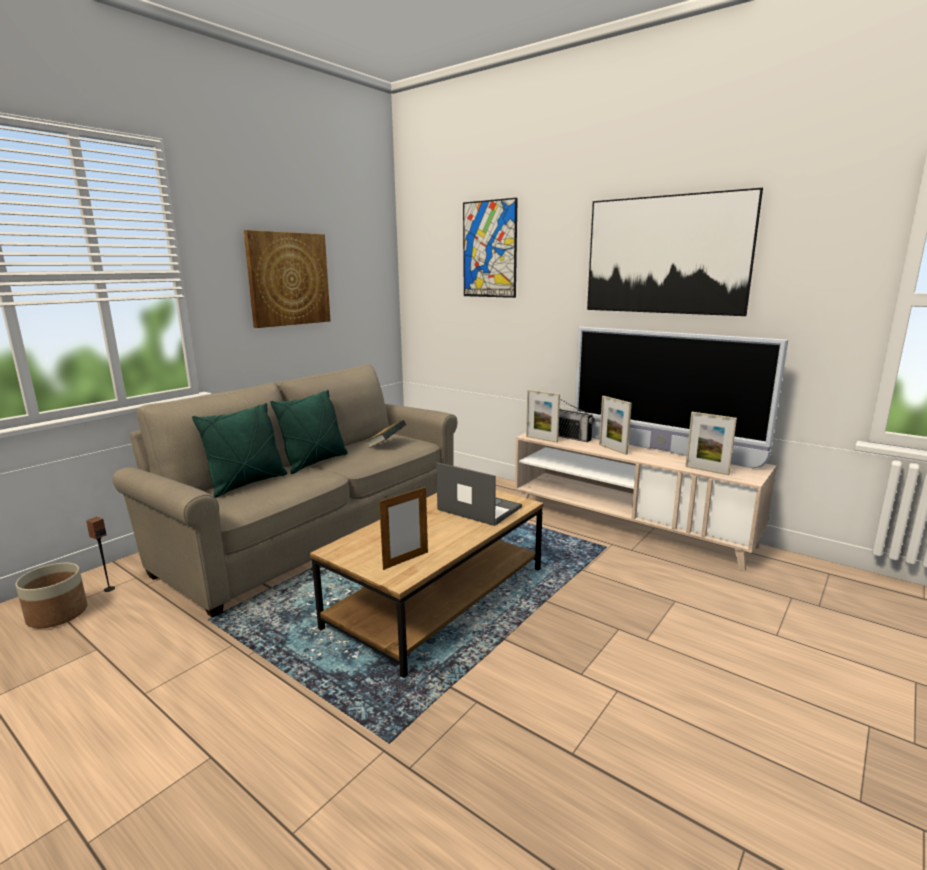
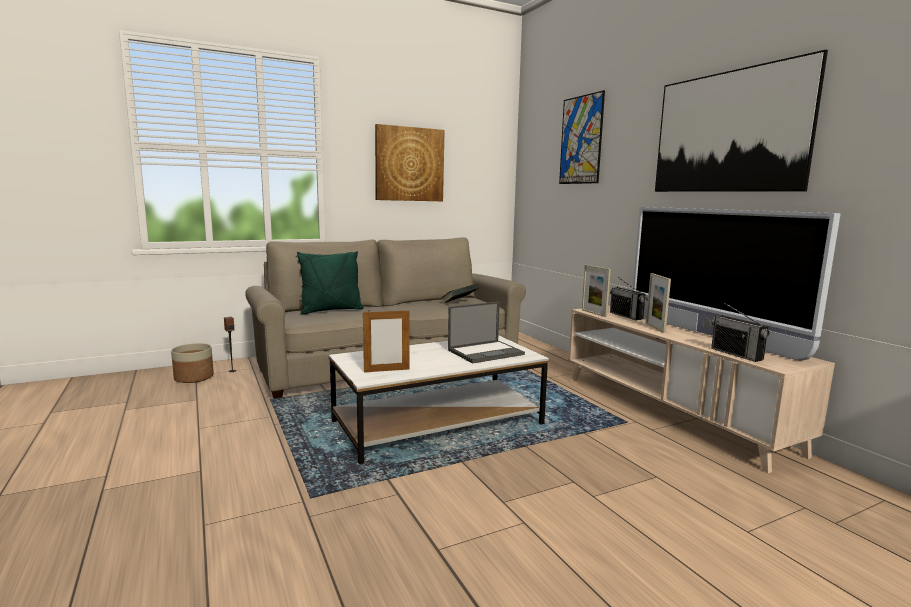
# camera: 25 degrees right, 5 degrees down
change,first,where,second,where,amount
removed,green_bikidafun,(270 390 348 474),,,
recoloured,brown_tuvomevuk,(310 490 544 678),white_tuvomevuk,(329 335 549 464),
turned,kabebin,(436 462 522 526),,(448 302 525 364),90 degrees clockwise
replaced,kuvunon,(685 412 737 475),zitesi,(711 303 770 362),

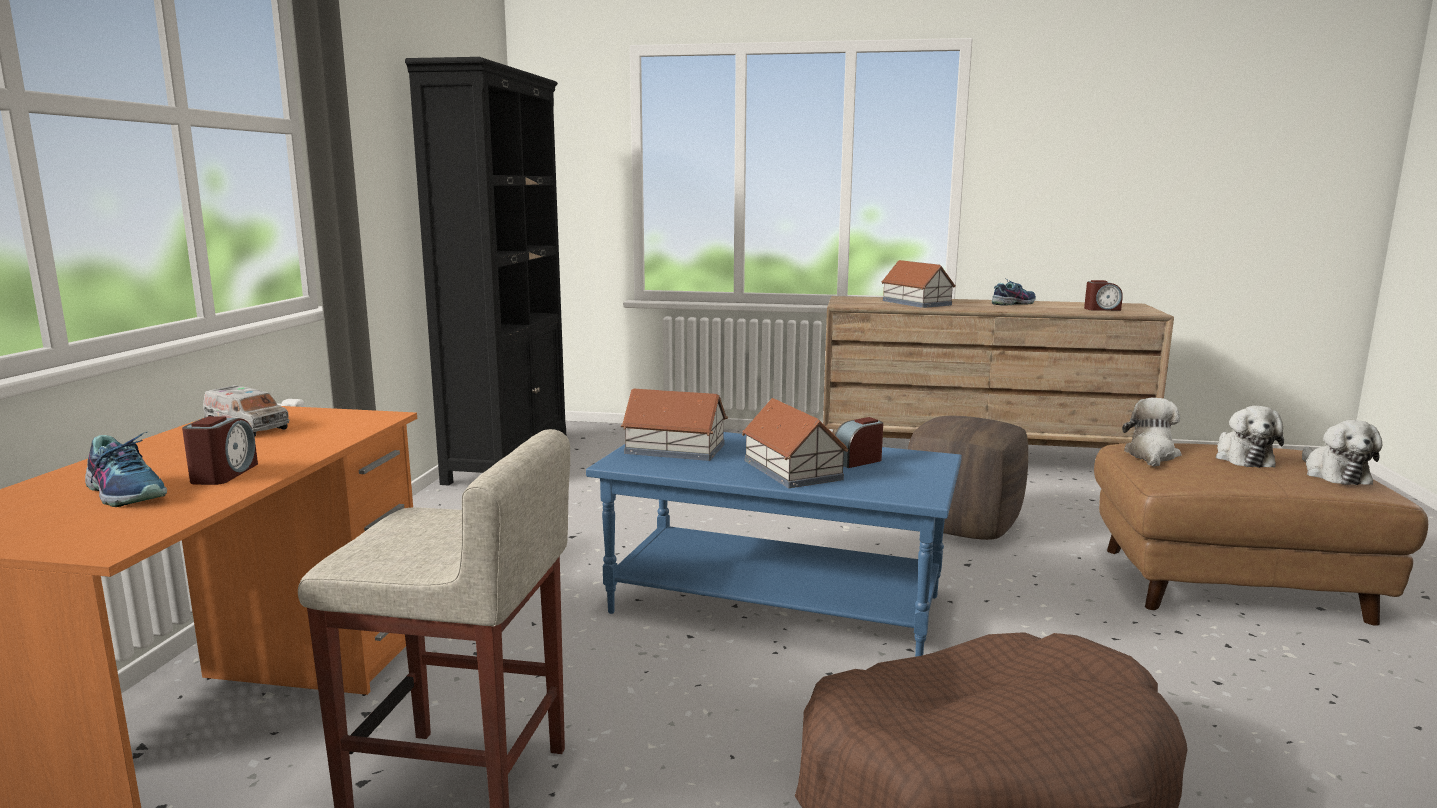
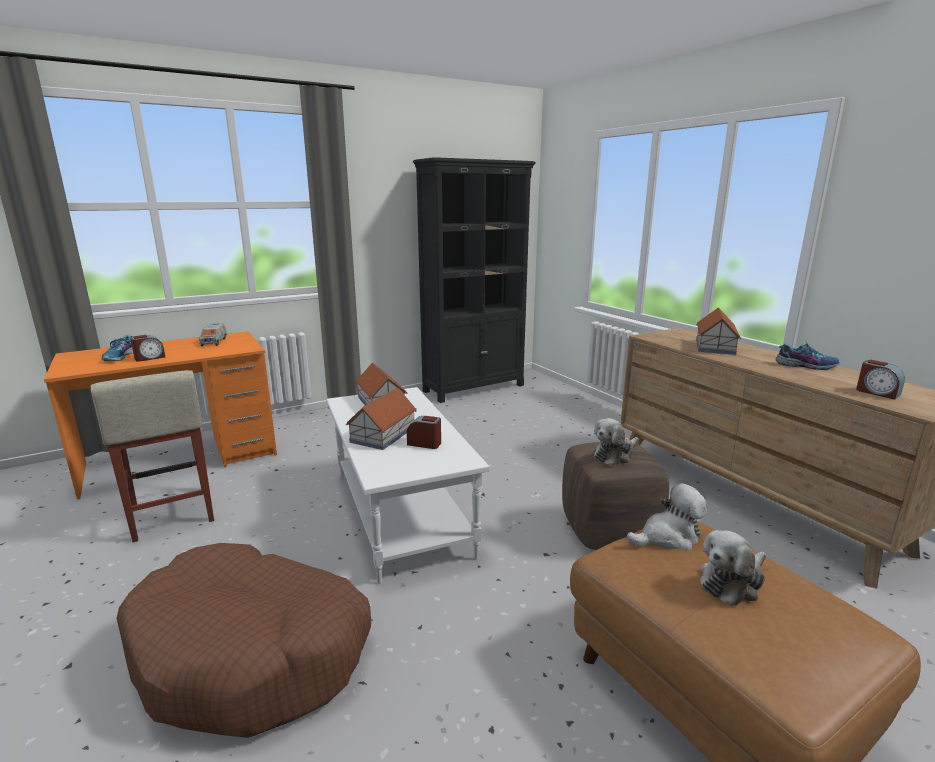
# camera: 50 degrees right, 5 degrees up
change,first,where,second,where,amount
recoloured,blue_tuvomevuk,(586 432 962 657),white_tuvomevuk,(326 387 490 584),
moved,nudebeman,(1302 420 1382 485),,(594 418 639 466),

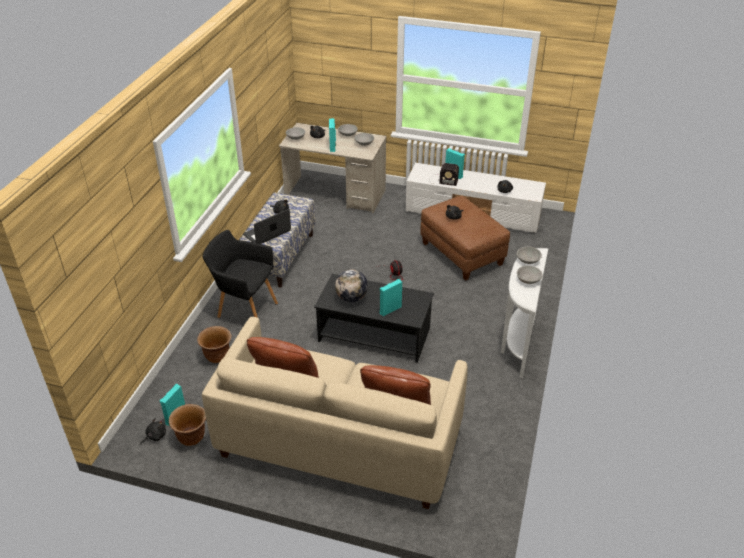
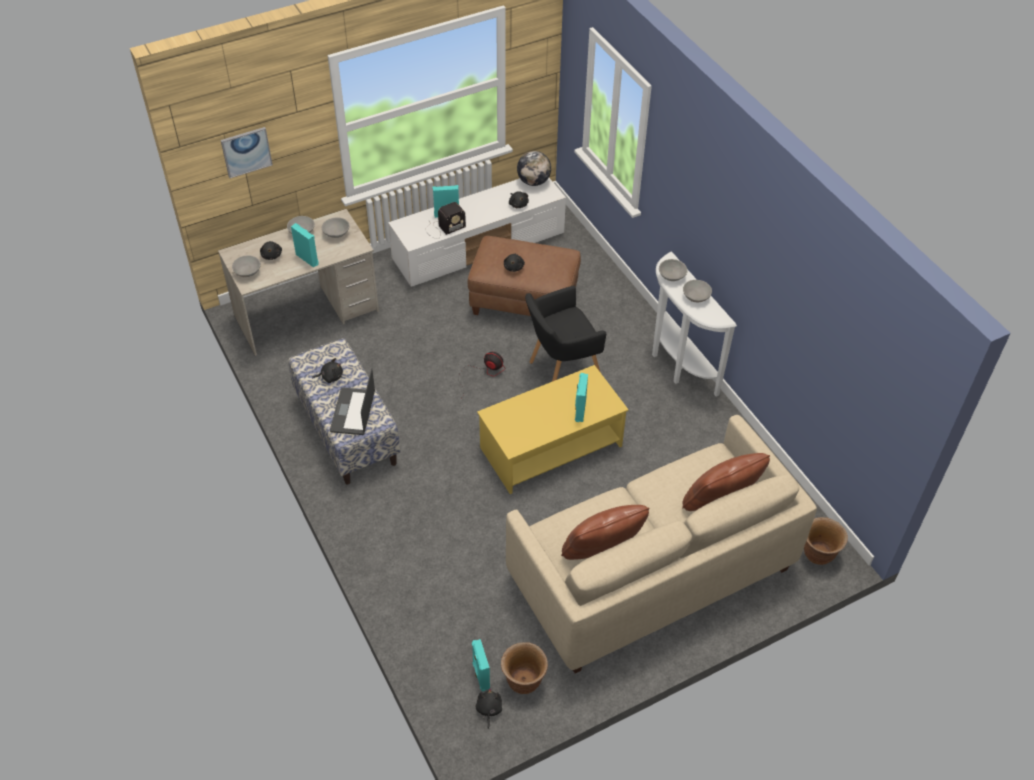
# camera: 45 degrees left, 10 degrees up
change,first,where,second,where,amount
moved,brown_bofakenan,(197 326 231 363),,(804 517 848 565),
moved,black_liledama,(203 230 278 318),,(525 286 606 382),
recoloured,black_tuvomevuk,(314 274 434 363),yellow_tuvomevuk,(477 365 629 494),
moved,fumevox,(335 269 368 302),,(517 151 551 186),
added,,,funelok,(221 127 273 178),

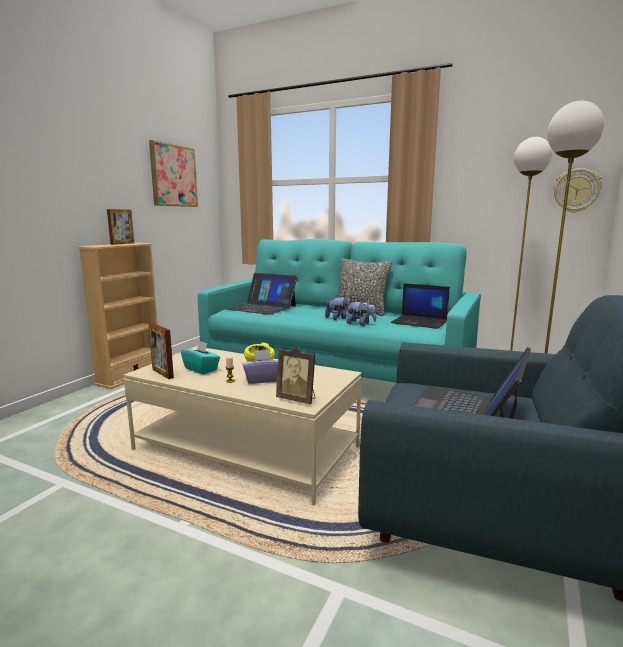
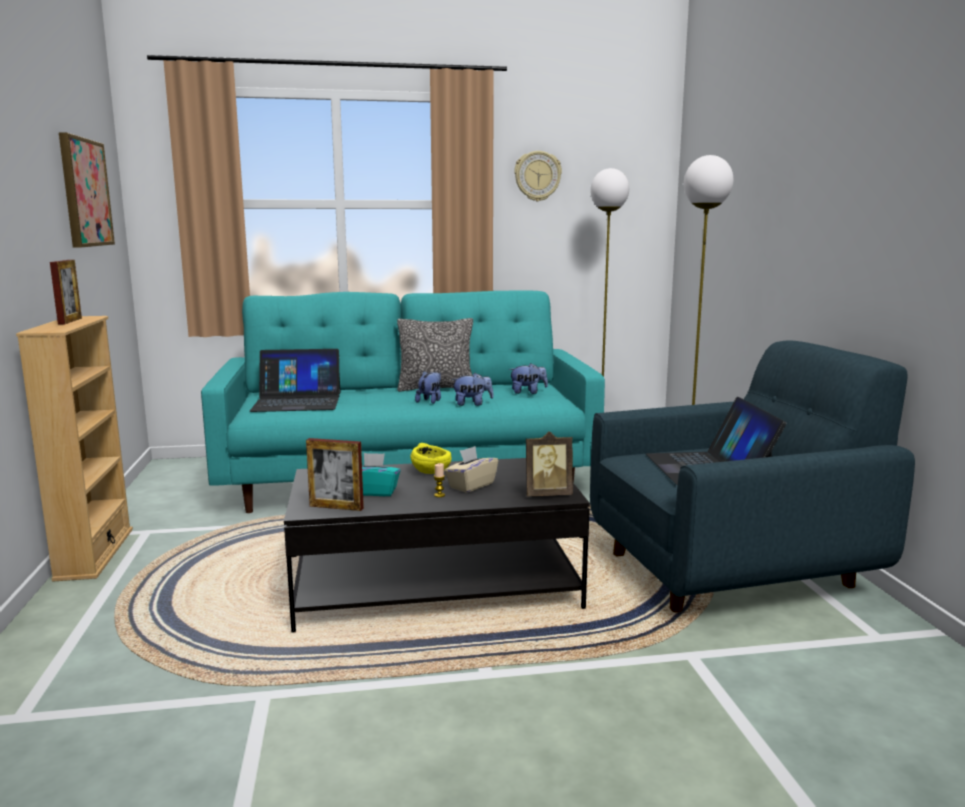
# camera: 35 degrees left, 0 degrees up
change,first,where,second,where,amount
recoloured,beige_tuvomevuk,(123 347 362 506),black_tuvomevuk,(284 458 590 633),
recoloured,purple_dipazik,(242 350 278 384),beige_dipazik,(444 446 498 493),
replaced,kabebin,(391 283 450 329),nudebeman,(509 363 548 394),
moved,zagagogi,(553 168 602 213),,(514 151 562 201),

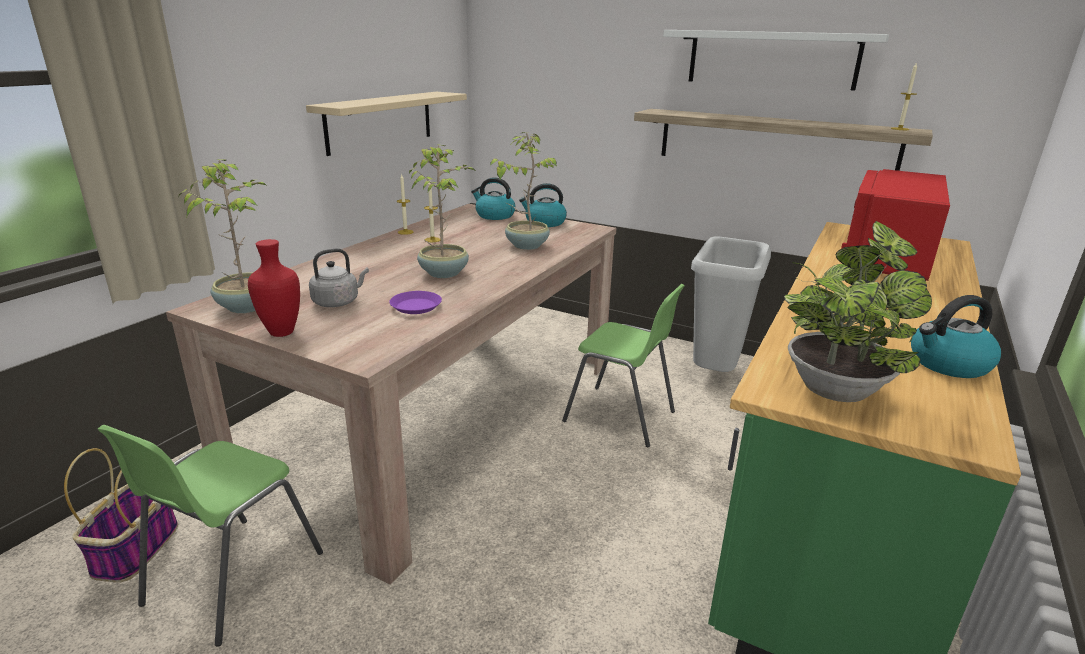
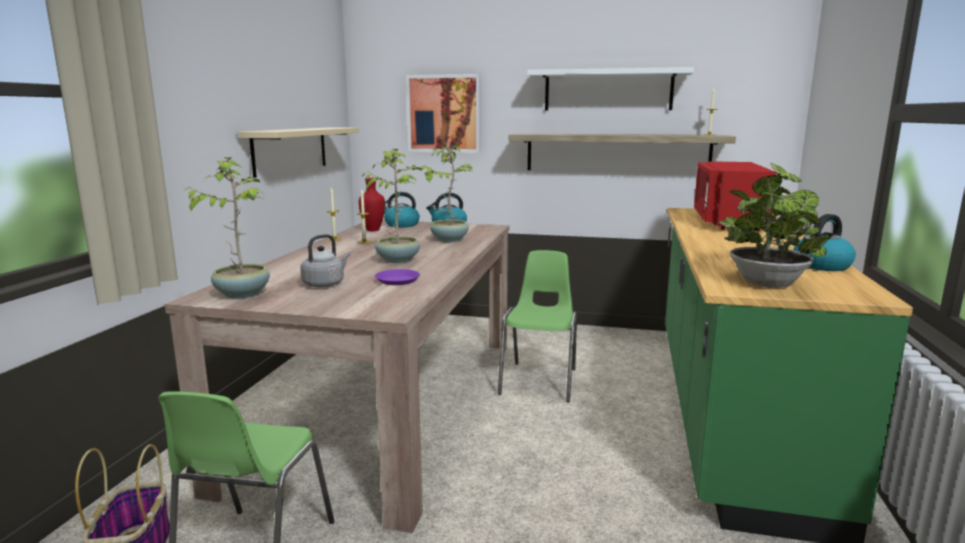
# camera: 15 degrees left, 10 degrees down
change,first,where,second,where,amount
moved,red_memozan,(248 239 300 337),,(359 177 385 231),
turned,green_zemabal,(562 284 685 447),,(498 250 577 403),90 degrees counterclockwise
removed,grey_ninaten,(691 237 771 372),,,
added,,,funelok,(406 74 481 153),

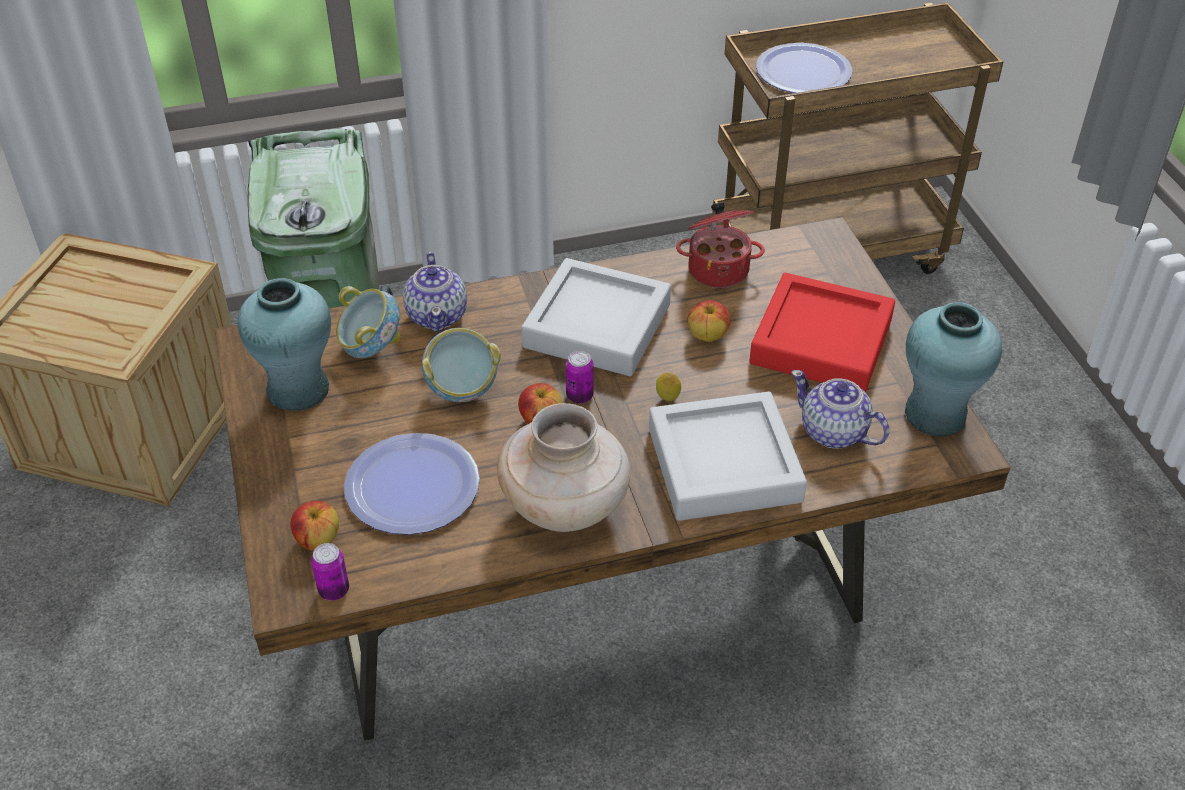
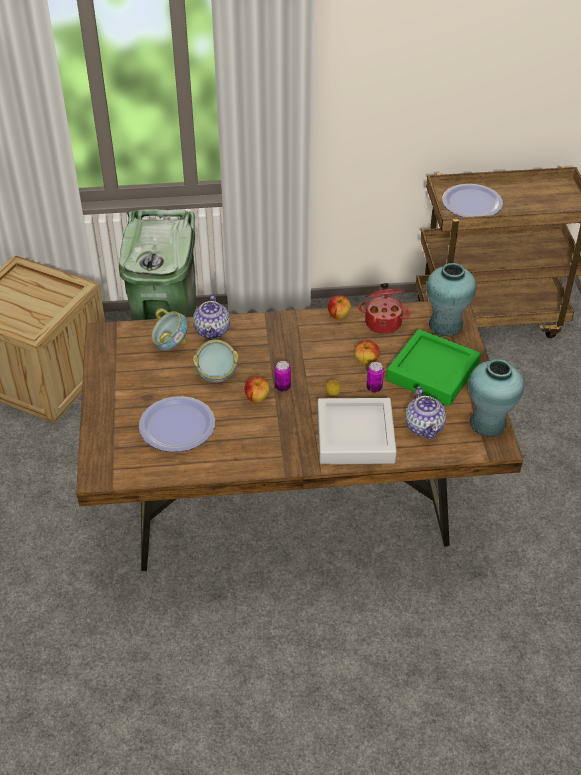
# camera: 10 degrees right, 0 degrees up
change,first,where,second,where,amount
moved,turquoise_memozan,(238 278 331 411),,(426 263 476 337),
moved,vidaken,(290 501 339 551),,(328 295 351 320),
moved,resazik,(311 543 349 601),,(367 362 384 392),
removed,beige_memozan,(497 403 630 532),,,
removed,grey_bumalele,(521 258 671 376),,,
recoloured,red_bumalele,(749 273 895 392),green_bumalele,(386 329 481 406),
turned,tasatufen,(791 370 889 449),,(405 386 446 439),150 degrees counterclockwise

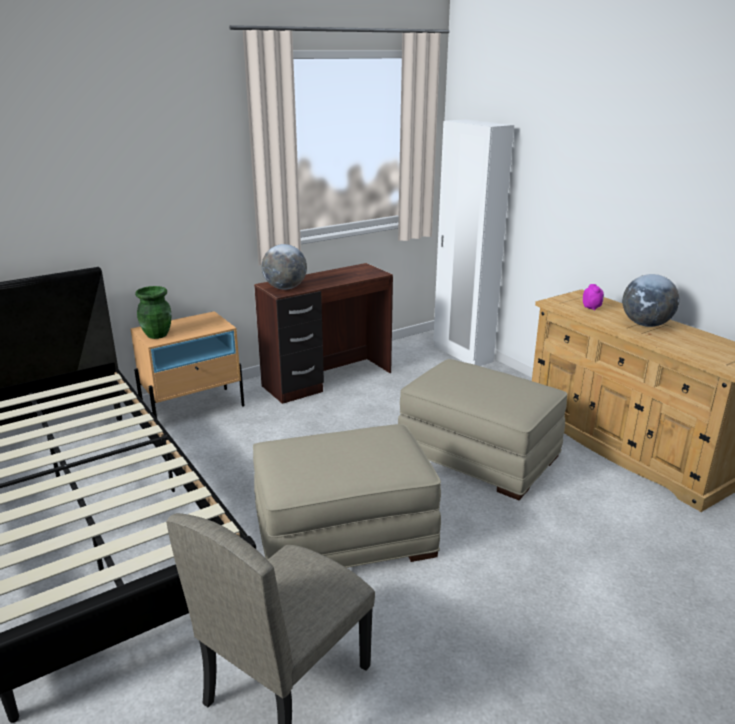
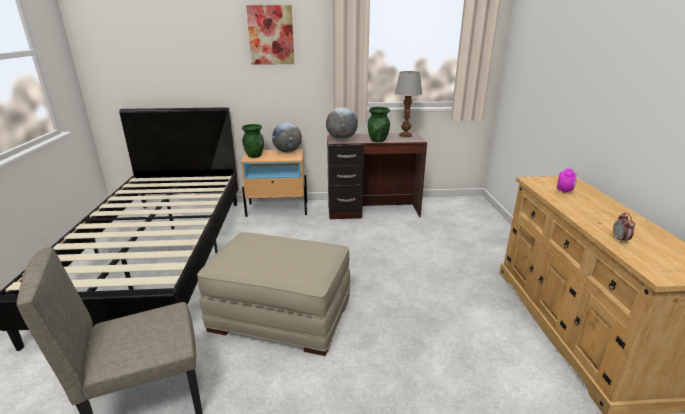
# camera: 30 degrees right, 0 degrees up
change,first,where,second,where,amount
removed,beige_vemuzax,(398 359 567 500),,,
removed,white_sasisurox,(433 119 514 366),,,
moved,fumevox,(623 274 679 327),,(272 122 302 153),
added,,,funelok,(246 5 294 65),
added,,,green_memozan,(368 107 390 142),
added,,,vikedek,(395 71 422 137),
added,,,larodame,(613 213 635 243),

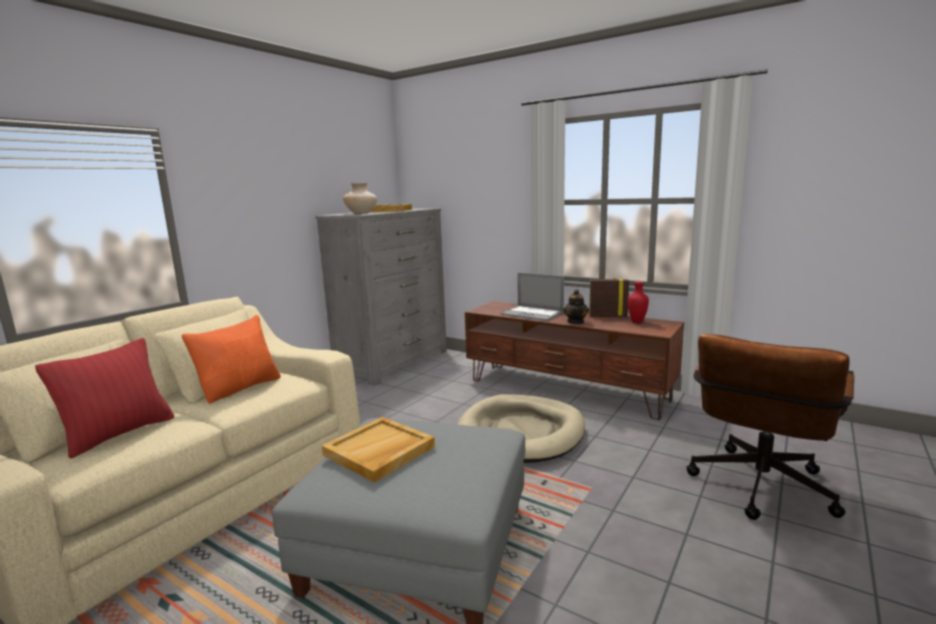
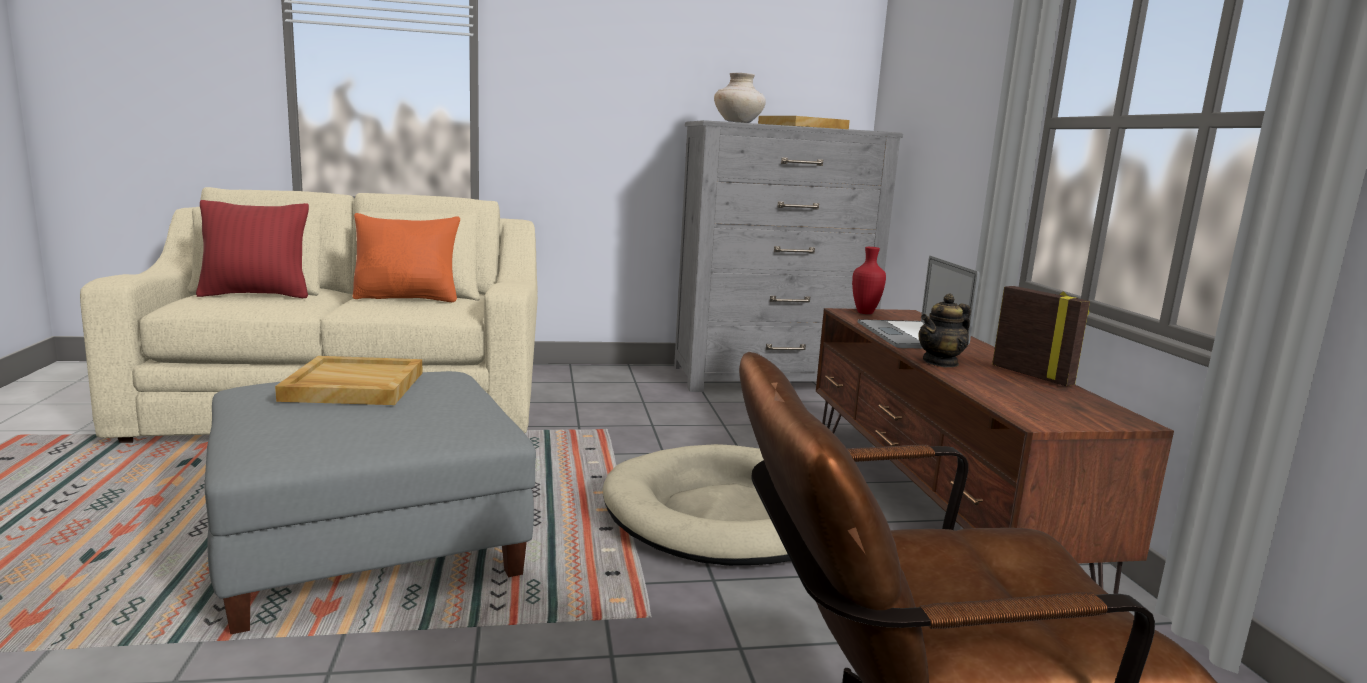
# camera: 45 degrees right, 0 degrees up
change,first,where,second,where,amount
moved,red_memozan,(628 282 649 323),,(852 247 886 314),

